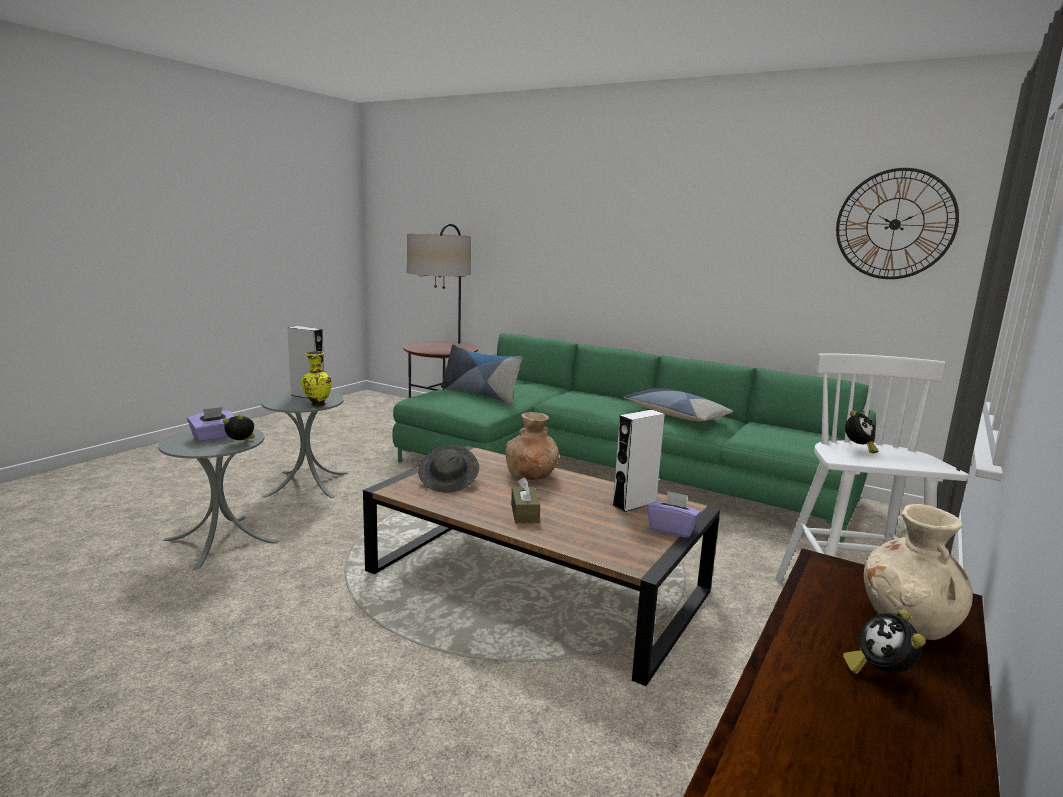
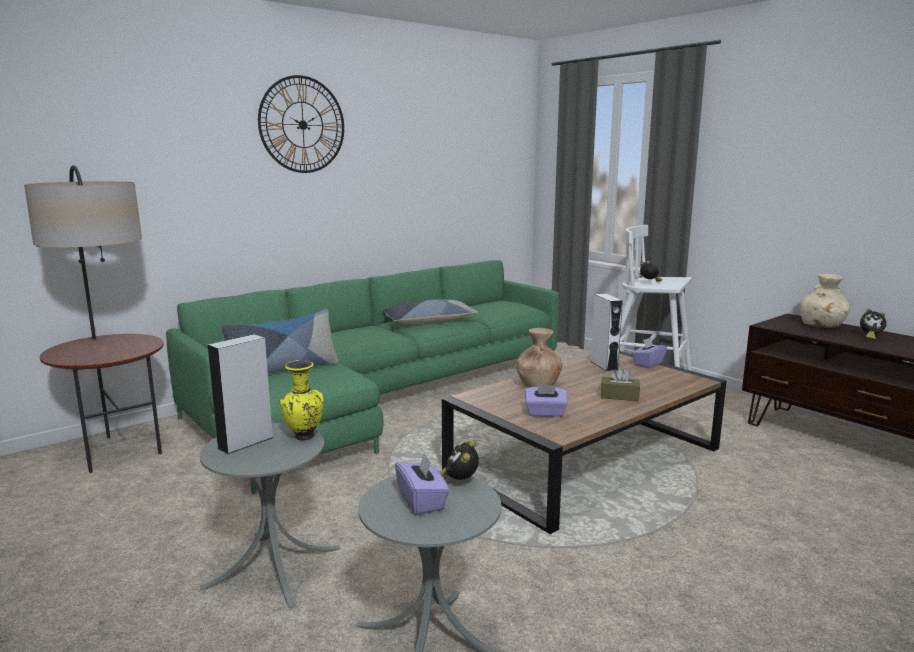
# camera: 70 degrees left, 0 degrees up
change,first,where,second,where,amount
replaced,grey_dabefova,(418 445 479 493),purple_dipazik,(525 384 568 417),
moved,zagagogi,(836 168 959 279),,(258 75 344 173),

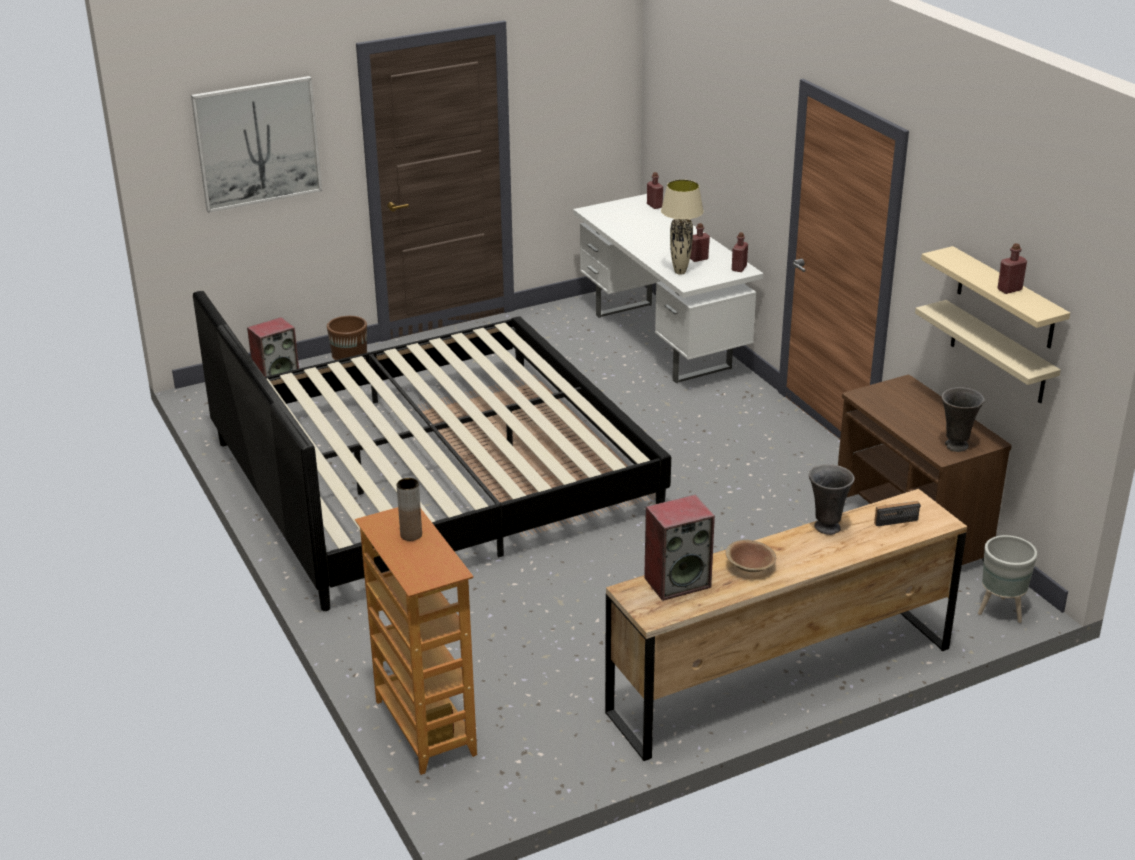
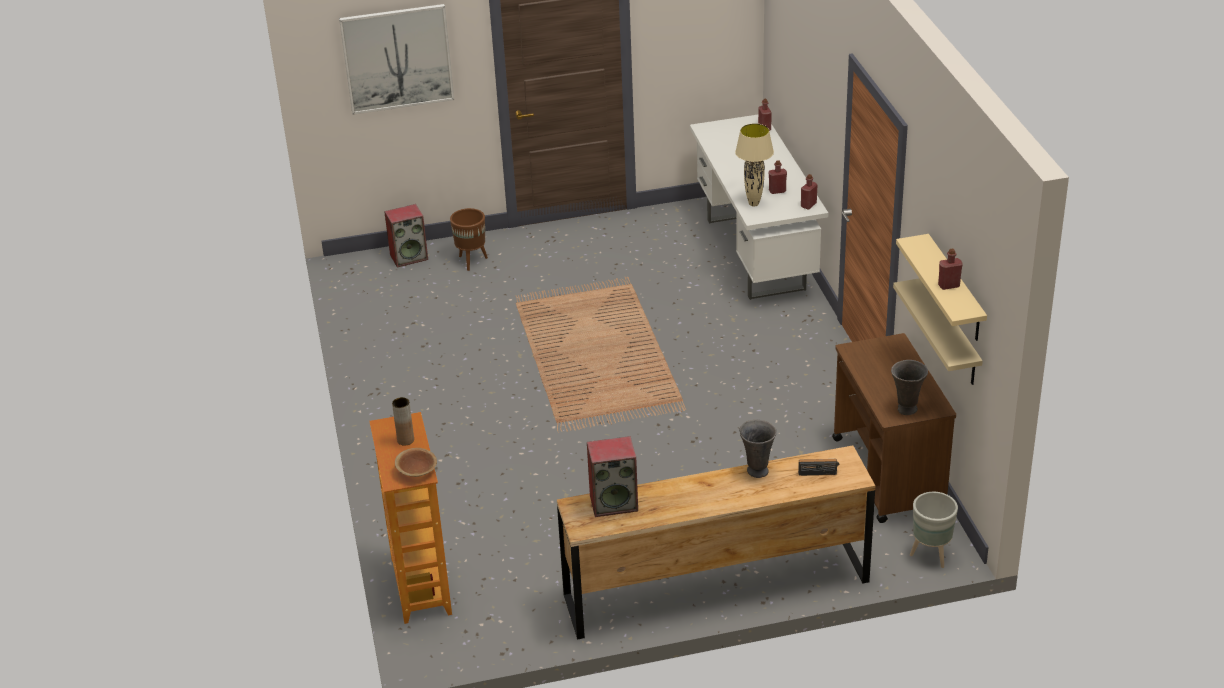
# camera: 15 degrees right, 5 degrees up
change,first,where,second,where,amount
removed,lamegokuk,(193 291 671 611),,,
moved,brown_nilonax,(726 540 776 572),,(395 448 437 477),

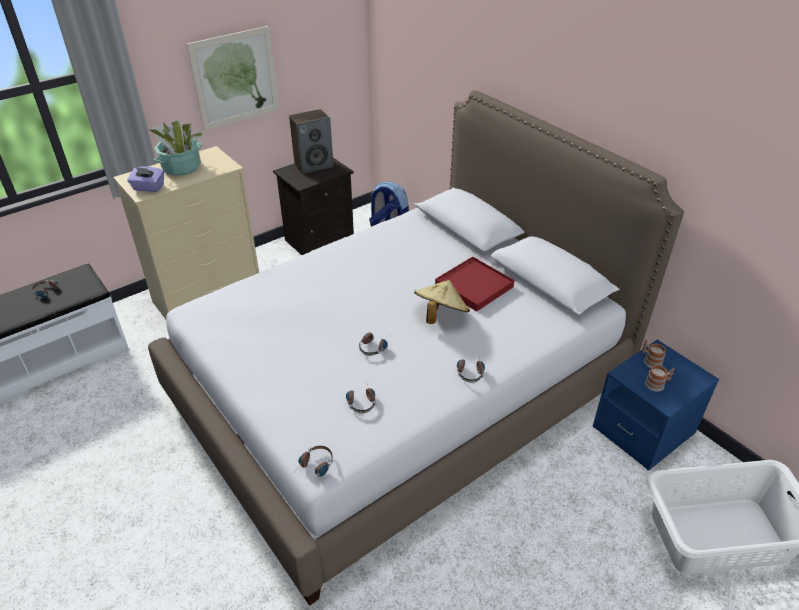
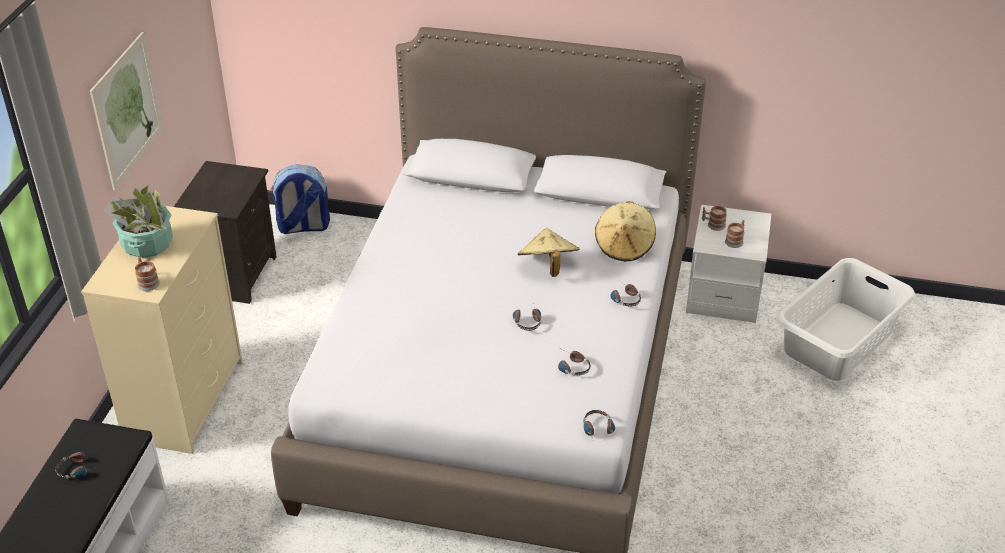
# camera: 40 degrees left, 0 degrees up
change,first,where,second,where,amount
replaced,purple_dipazik,(127 166 164 192),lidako,(135 257 160 291),
removed,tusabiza,(289 109 333 174),,,
removed,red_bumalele,(435 257 515 312),,,
recoloured,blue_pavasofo,(592 339 719 471),white_pavasofo,(686 205 771 323),
added,,,beige_dabefova,(595 201 656 261),

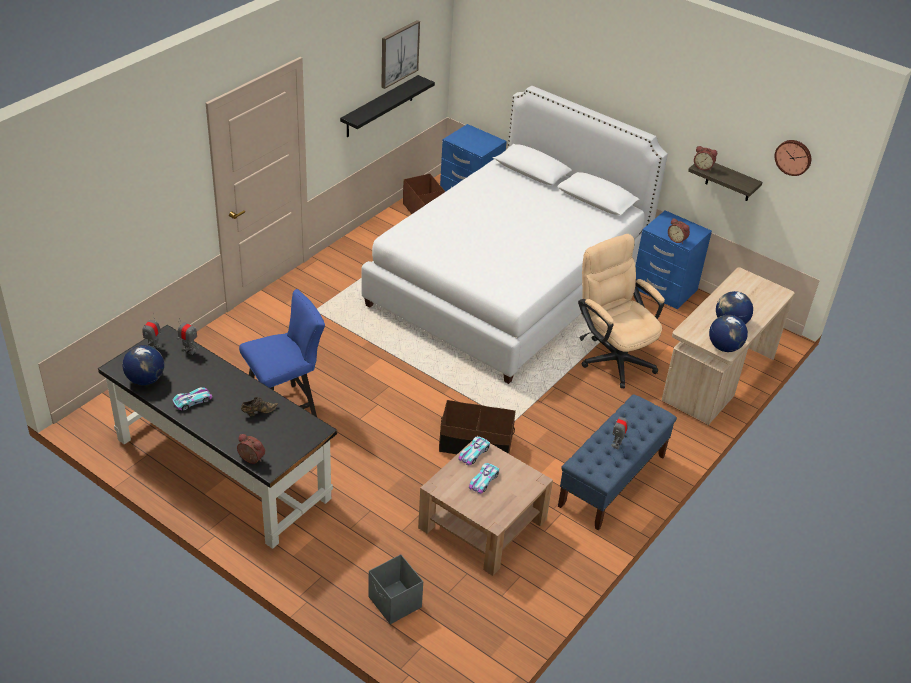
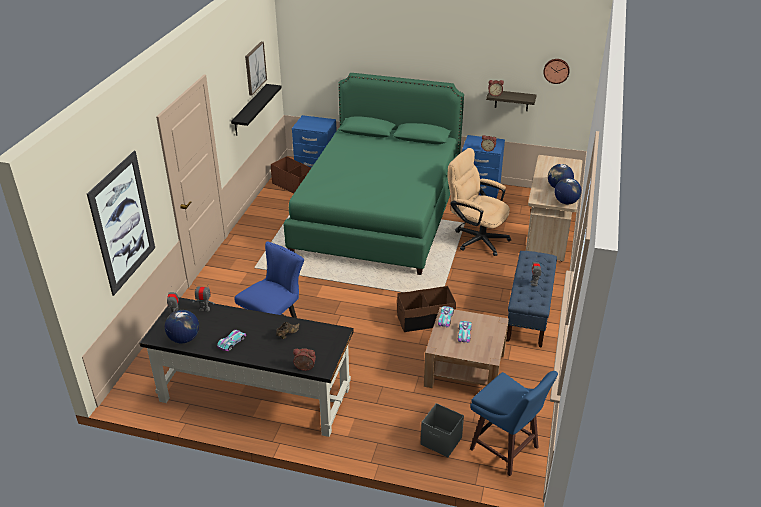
# camera: 20 degrees left, 5 degrees down
change,first,where,second,where,amount
recoloured,white_lamegokuk,(361 86 668 384),green_lamegokuk,(284 73 464 275),
added,,,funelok,(87 151 155 296),
added,,,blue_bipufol,(470 371 558 476),

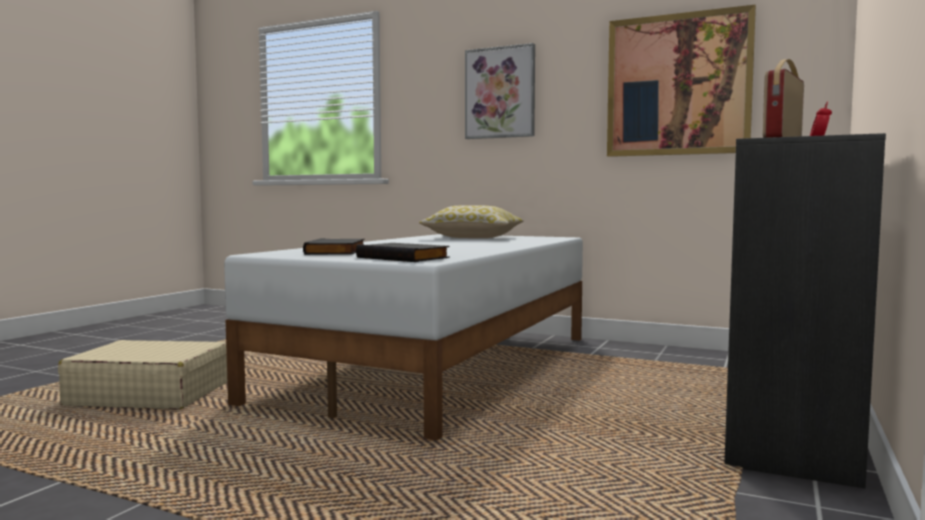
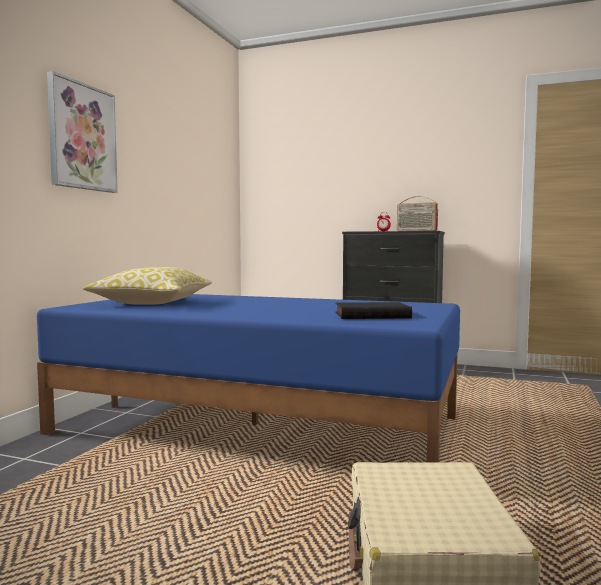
# camera: 95 degrees left, 0 degrees up
change,first,where,second,where,amount
recoloured,white_lamegokuk,(224 234 583 440),blue_lamegokuk,(37 294 460 463),
removed,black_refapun,(356 243 450 262),,,
removed,funelok,(607 5 756 157),,,

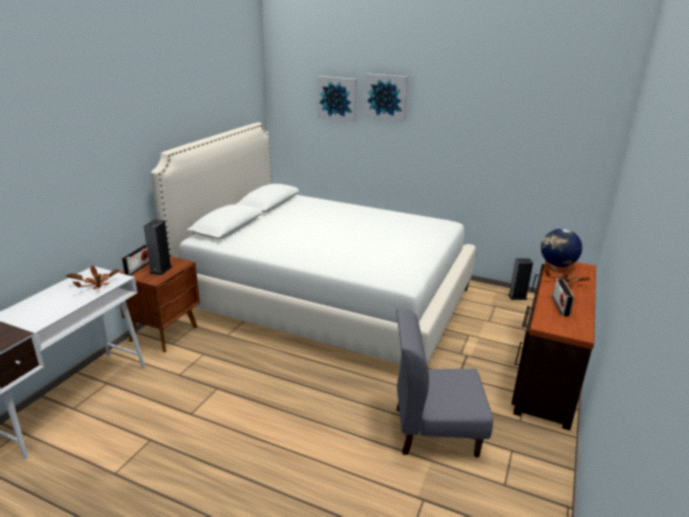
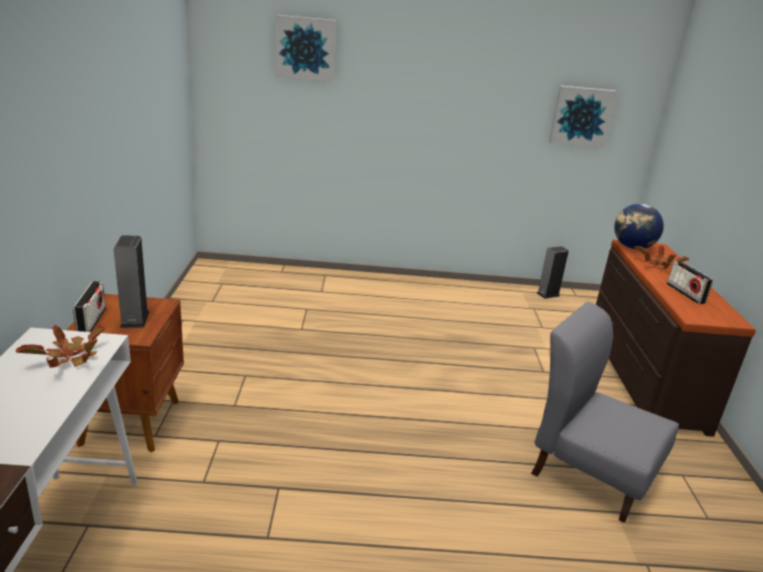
# camera: 25 degrees left, 0 degrees up
change,first,where,second,where,amount
removed,white_lamegokuk,(151 122 476 364),,,
moved,funelok,(365 74 408 121),,(549 86 617 148),
turned,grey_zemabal,(396 308 493 457),,(531 302 679 523),60 degrees clockwise

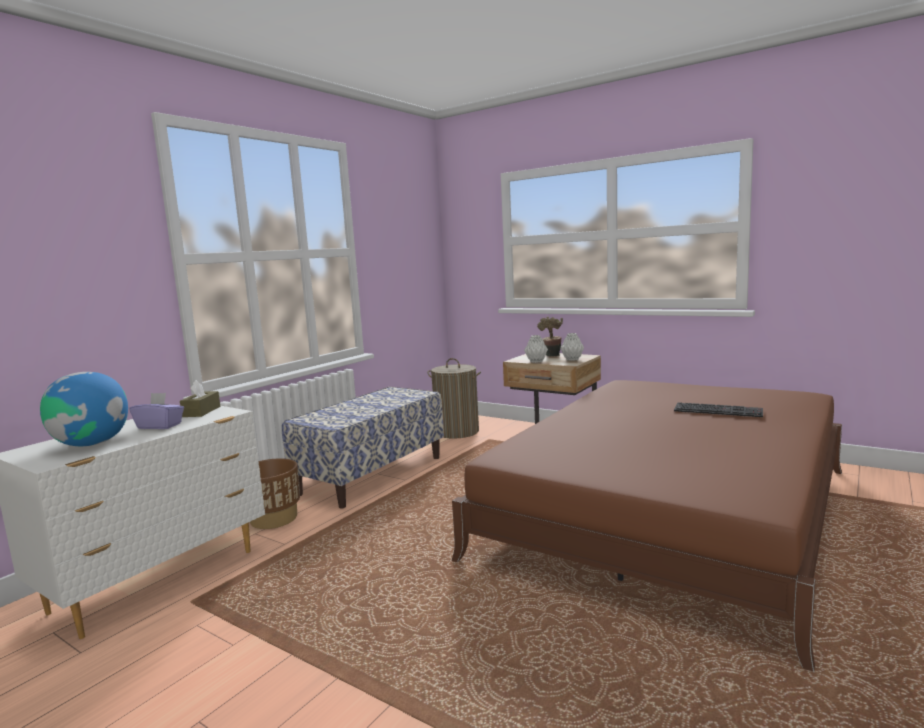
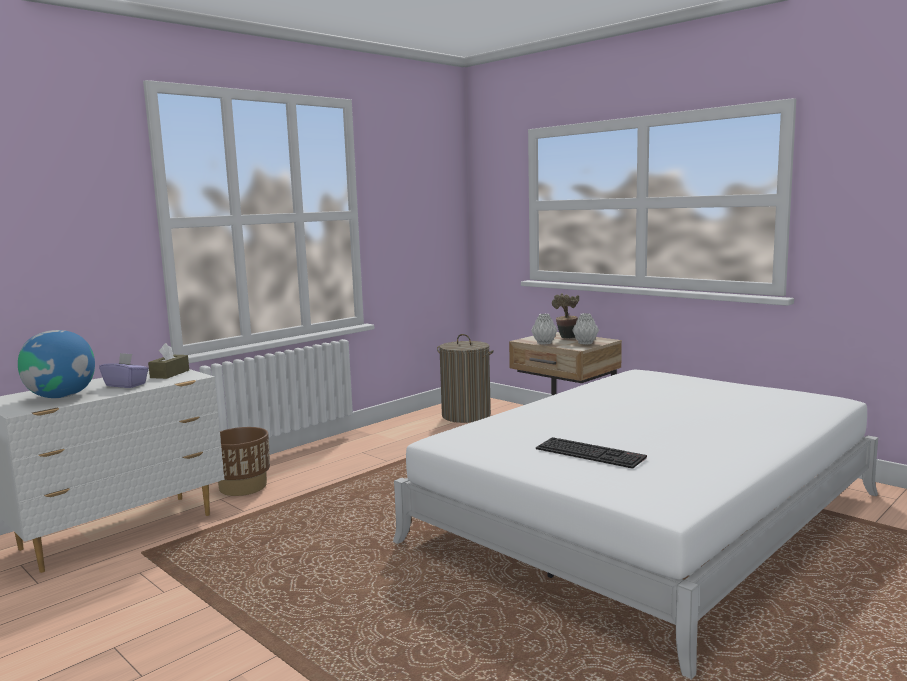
# camera: 10 degrees right, 0 degrees up
change,first,where,second,where,amount
removed,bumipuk,(282 387 444 508),,,
recoloured,brown_lamegokuk,(451 380 842 672),white_lamegokuk,(393 370 878 679),
moved,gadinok,(674 402 763 417),,(536 437 647 469),

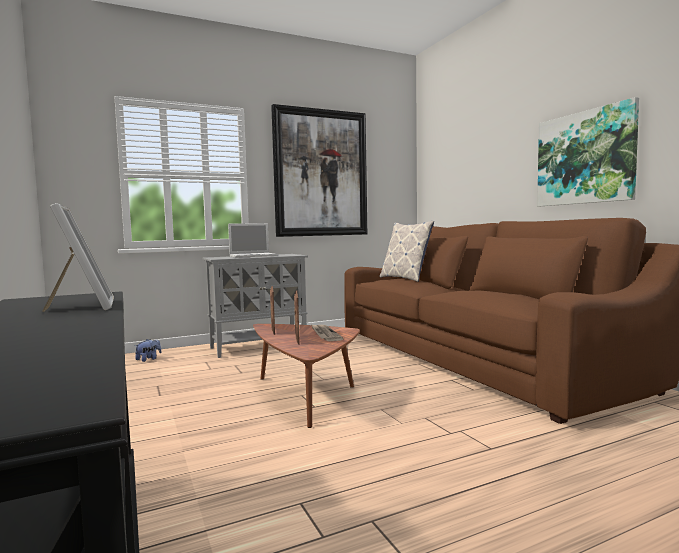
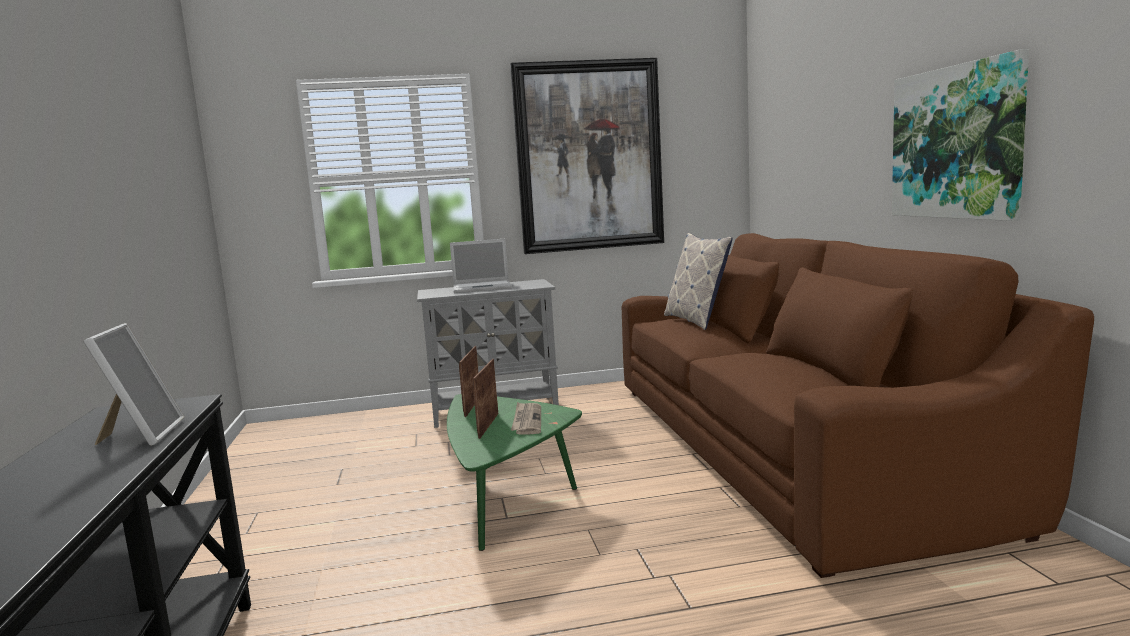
# camera: 15 degrees right, 5 degrees up
change,first,where,second,where,amount
removed,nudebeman,(135 339 161 362),,,
recoloured,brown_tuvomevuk,(253 324 360 428),green_tuvomevuk,(447 394 582 551),

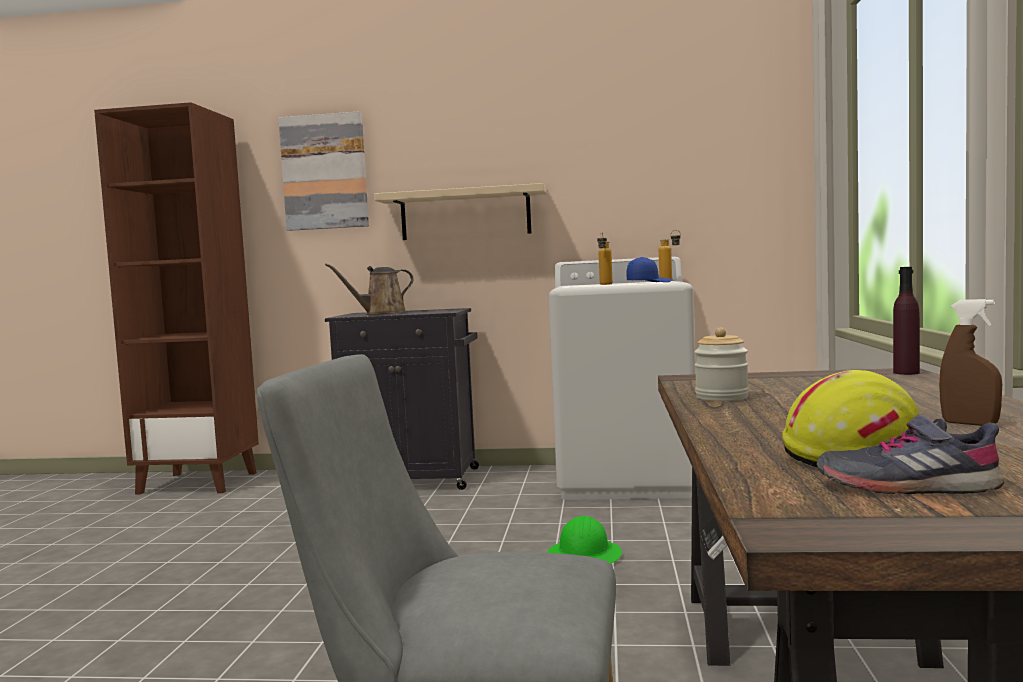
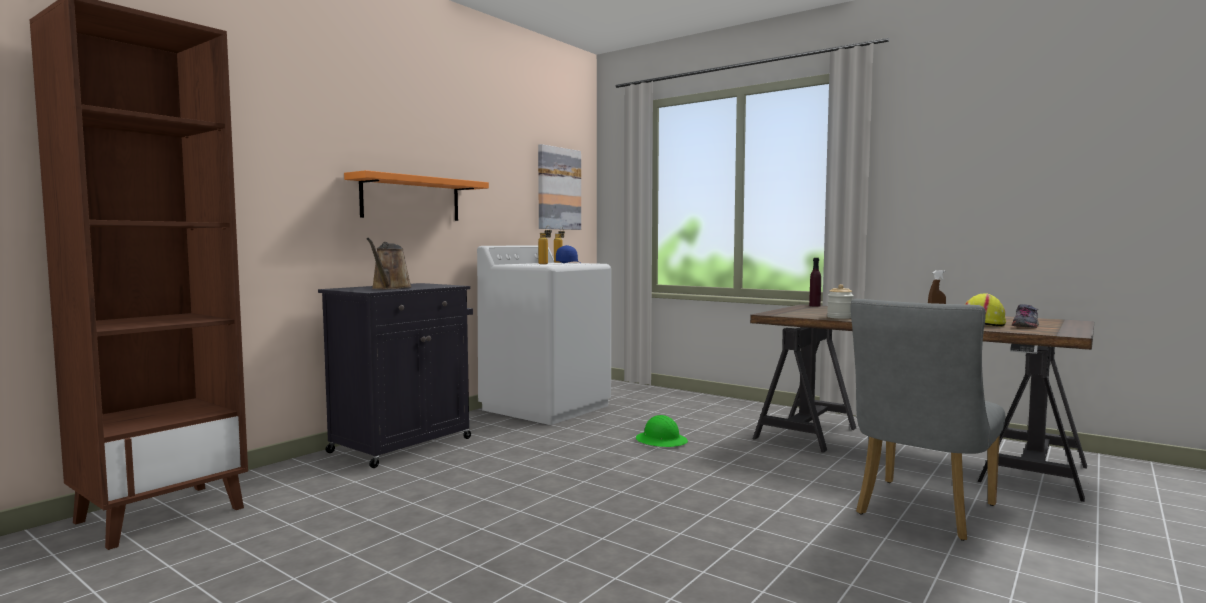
# camera: 60 degrees left, 0 degrees up
change,first,where,second,where,amount
moved,funelok,(278 111 369 231),,(538 144 581 230),
recoloured,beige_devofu,(374 183 547 240),orange_devofu,(344 170 489 221),

